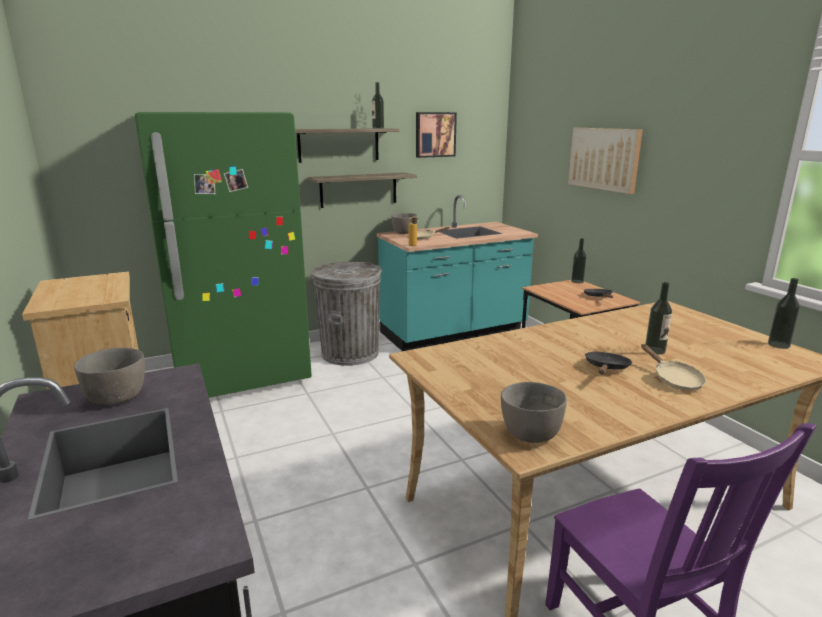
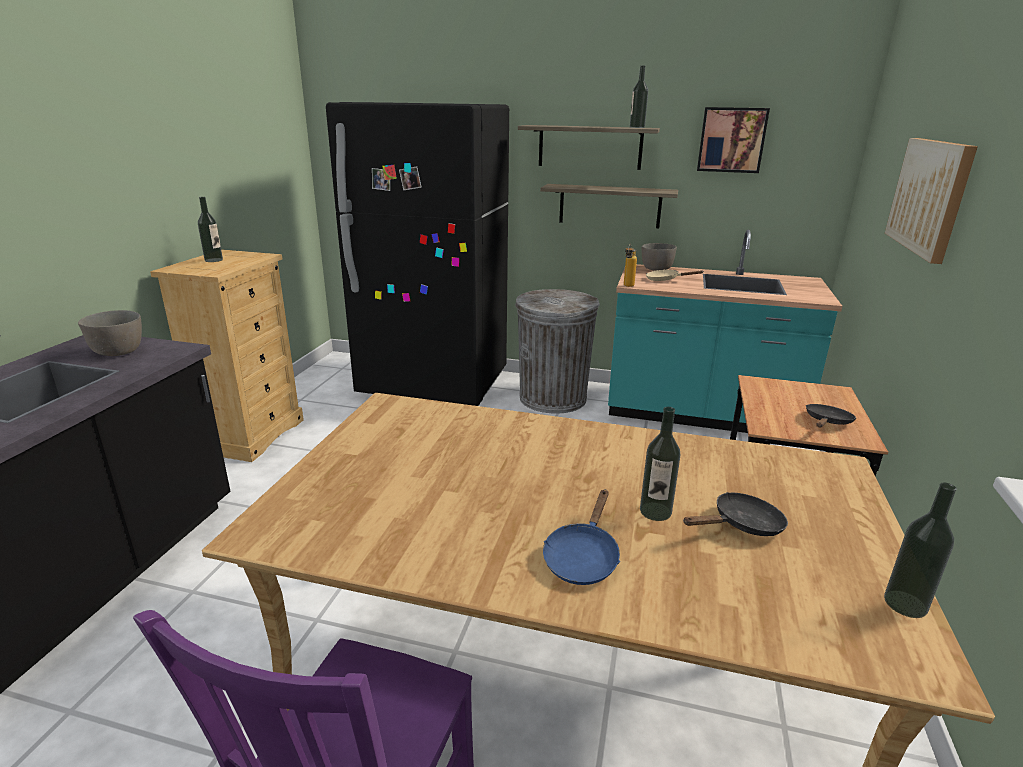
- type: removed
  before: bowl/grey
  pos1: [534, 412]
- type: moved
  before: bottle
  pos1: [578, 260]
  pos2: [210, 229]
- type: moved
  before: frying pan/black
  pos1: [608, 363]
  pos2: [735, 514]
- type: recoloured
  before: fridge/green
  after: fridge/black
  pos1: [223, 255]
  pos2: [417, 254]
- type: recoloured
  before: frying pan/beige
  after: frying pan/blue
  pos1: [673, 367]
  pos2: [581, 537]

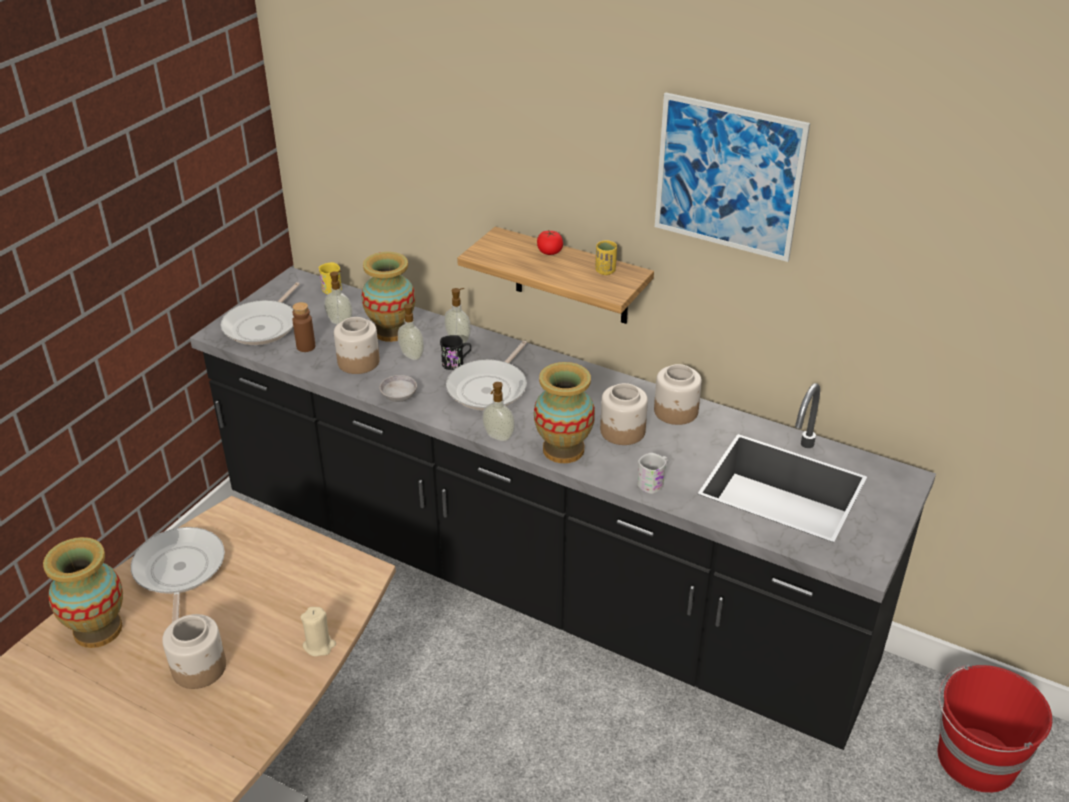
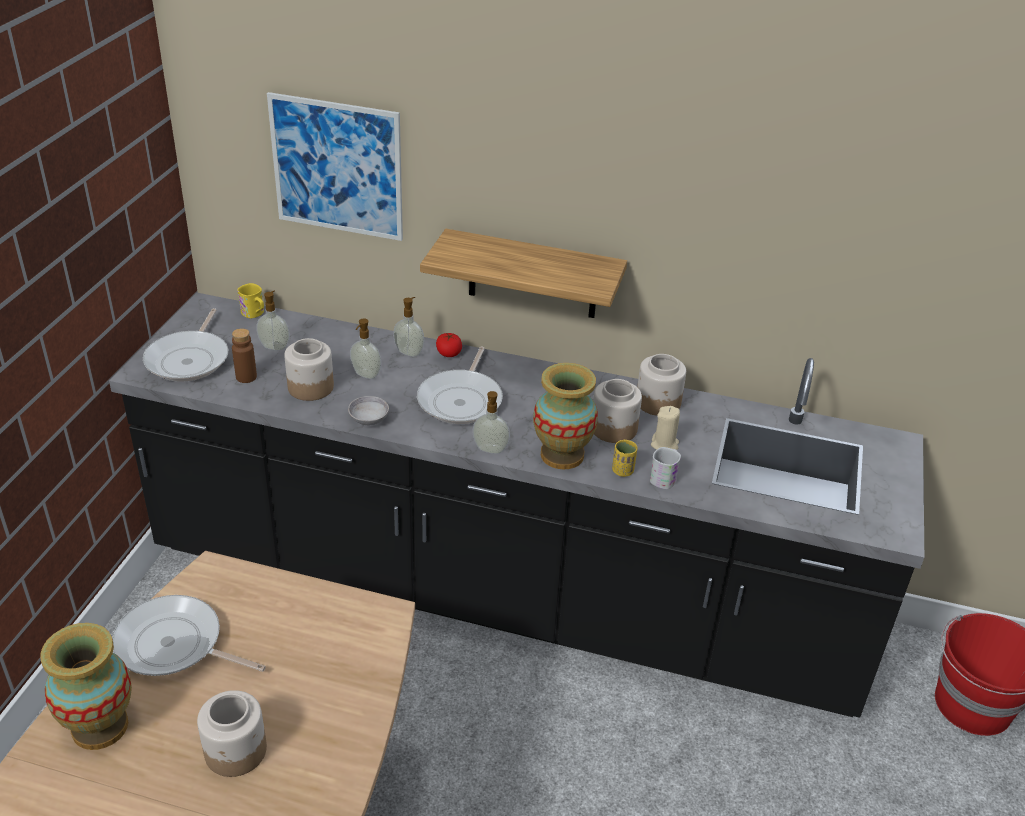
- type: removed
  before: vase
  pos1: [388, 297]
- type: removed
  before: mug/black
  pos1: [455, 352]
- type: moved
  before: candle/beige
  pos1: [318, 631]
  pos2: [665, 428]
- type: moved
  before: tomato
  pos1: [550, 242]
  pos2: [449, 345]
- type: moved
  before: cup/yellow
  pos1: [606, 257]
  pos2: [624, 458]
- type: moved
  before: picture
  pos1: [732, 177]
  pos2: [335, 166]
- type: turned
  before: frying pan
  pos1: [178, 574]
  pos2: [189, 635]
  turn: -45

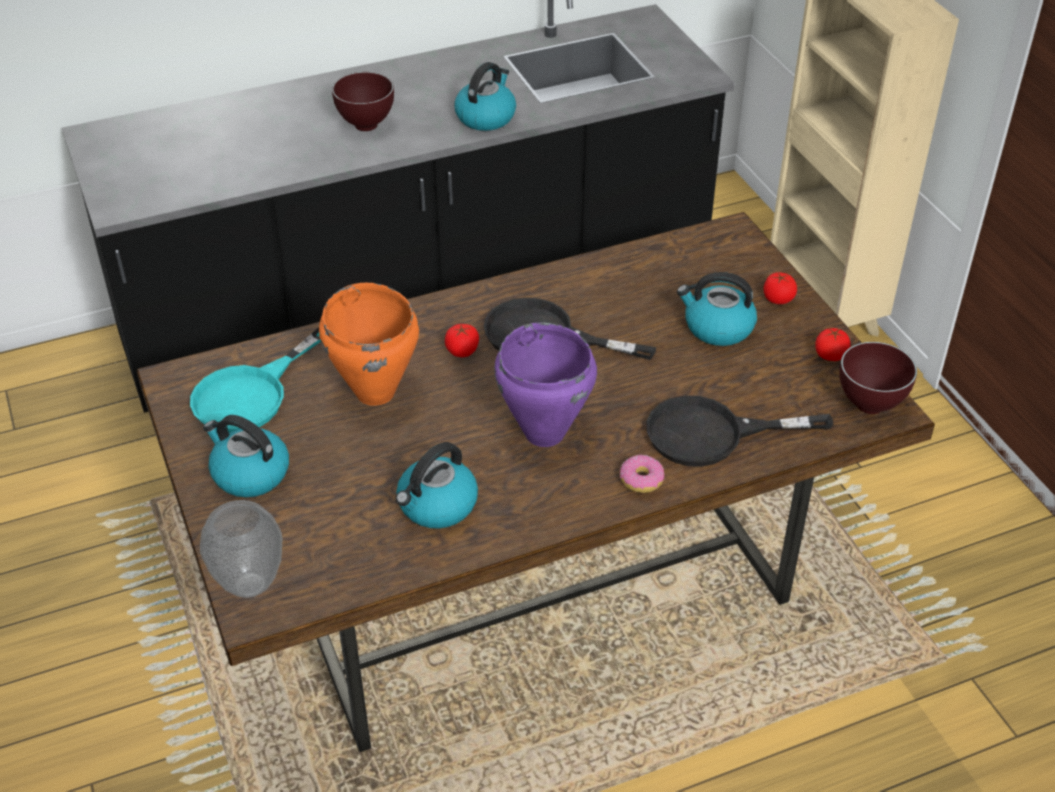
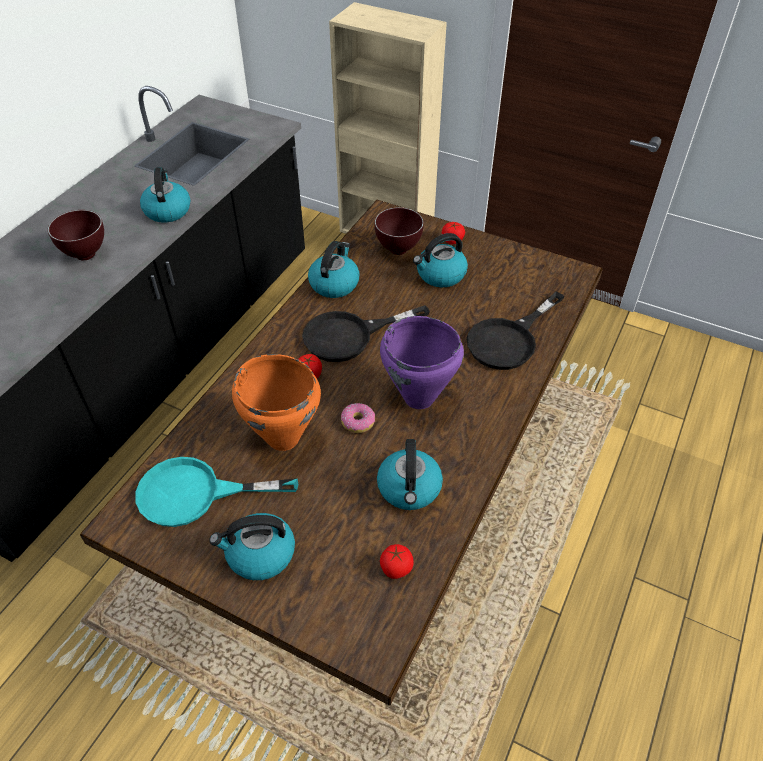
- type: removed
  before: vase
  pos1: [241, 549]
- type: added
  after: kettle
  pos2: [334, 269]
- type: moved
  before: donut
  pos1: [642, 474]
  pos2: [358, 418]
- type: moved
  before: tomato
  pos1: [833, 344]
  pos2: [396, 561]
- type: moved
  before: bowl/brown
  pos1: [878, 378]
  pos2: [399, 231]
- type: turned
  before: frying pan/turquoise
  pos1: [255, 380]
  pos2: [216, 492]
  turn: 90

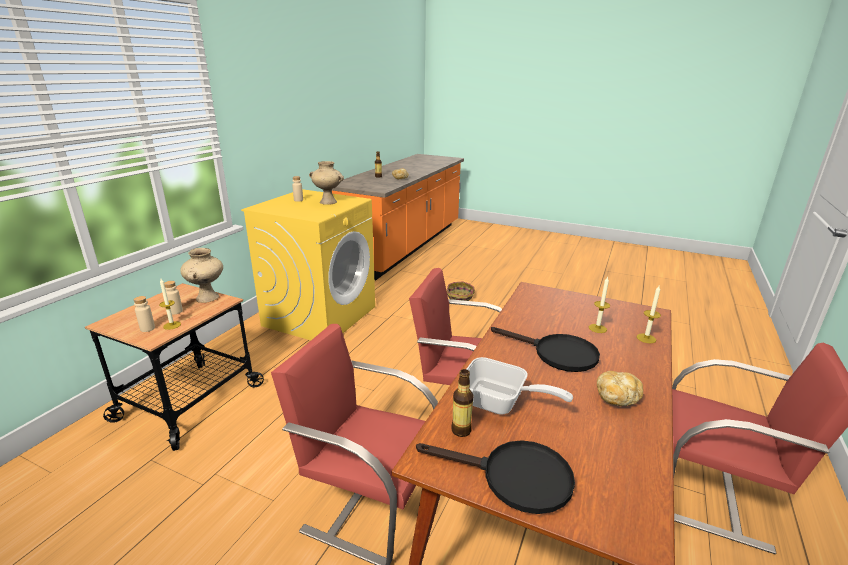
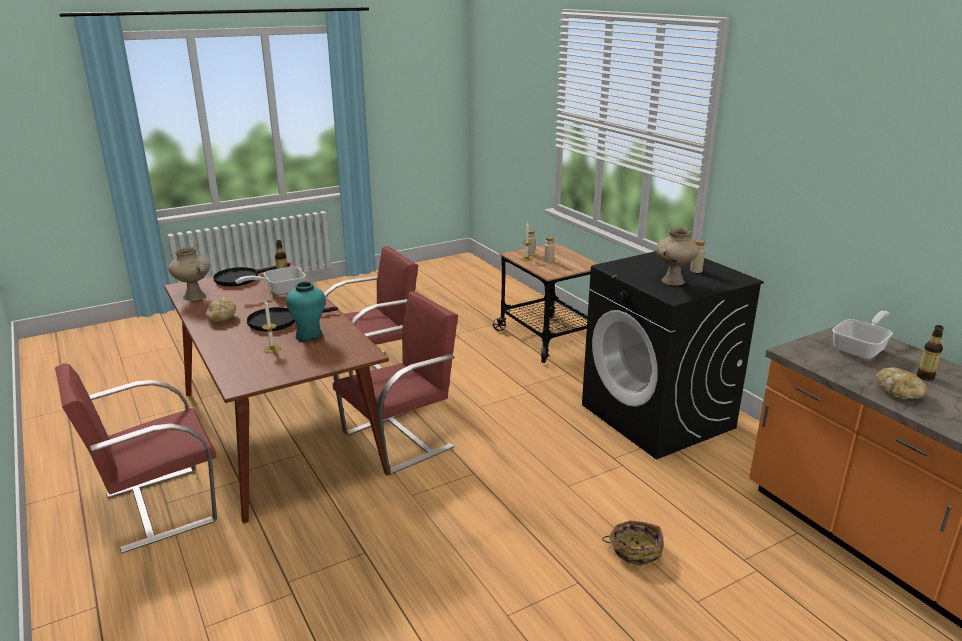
- type: removed
  before: candle
  pos1: [649, 314]
- type: added
  after: vase/turquoise
  pos2: [306, 311]
- type: added
  after: frying pan
  pos2: [862, 335]
- type: moved
  before: vase/beige
  pos1: [201, 275]
  pos2: [189, 274]
- type: recoloured
  before: washing machine/yellow
  after: washing machine/black
  pos1: [308, 264]
  pos2: [673, 355]

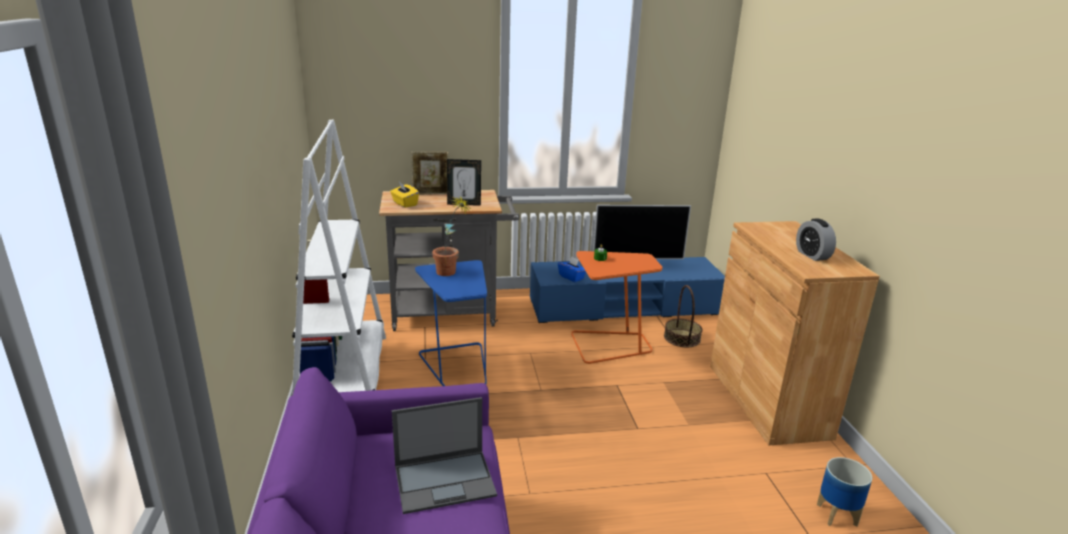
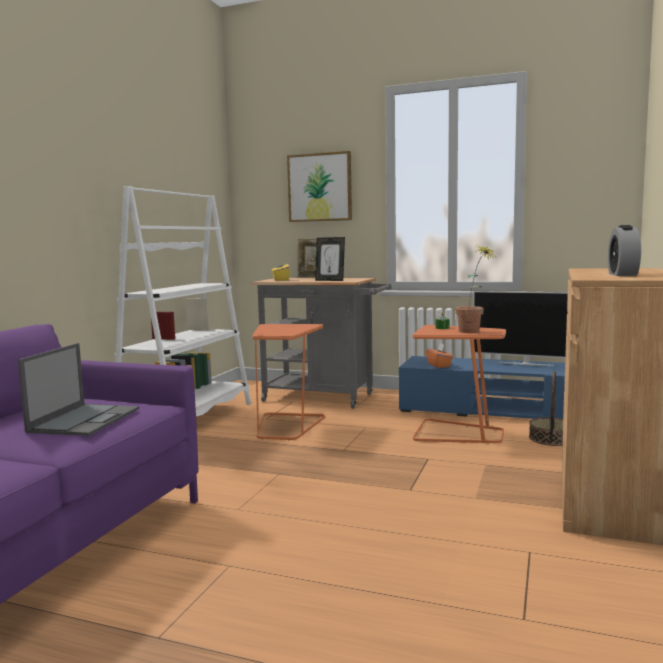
- type: removed
  before: planter
  pos1: [844, 492]
- type: added
  after: picture
  pos2: [319, 186]
- type: moved
  before: potted plant
  pos1: [452, 236]
  pos2: [476, 288]
- type: recoloured
  before: side table/blue
  after: side table/orange
  pos1: [451, 323]
  pos2: [288, 382]
- type: recoloured
  before: tissue box/blue
  after: tissue box/orange
  pos1: [572, 269]
  pos2: [439, 355]
- type: turned
  before: laptop
  pos1: [444, 455]
  pos2: [78, 389]
  turn: -90

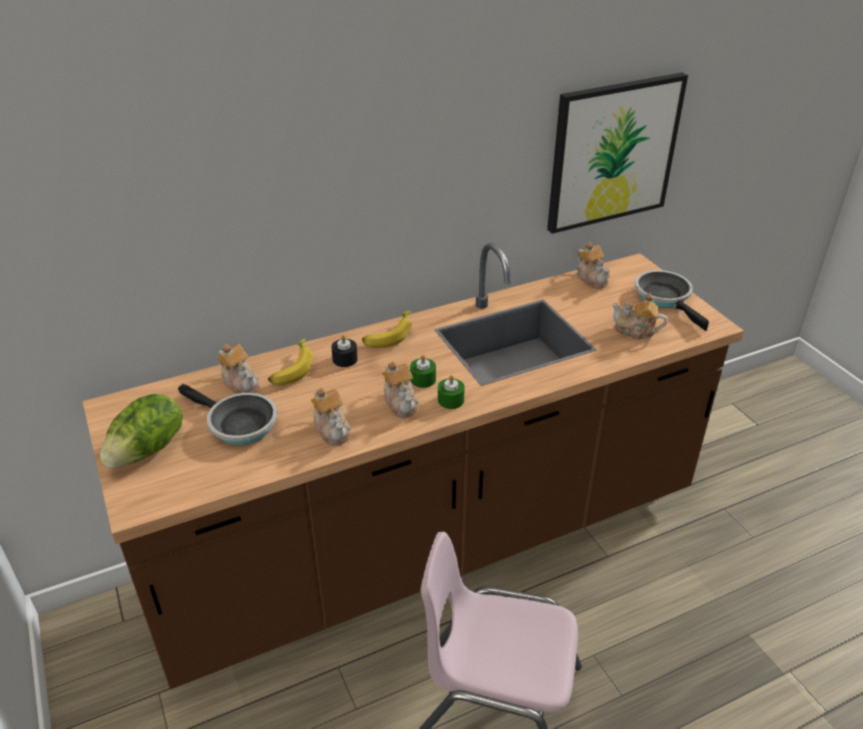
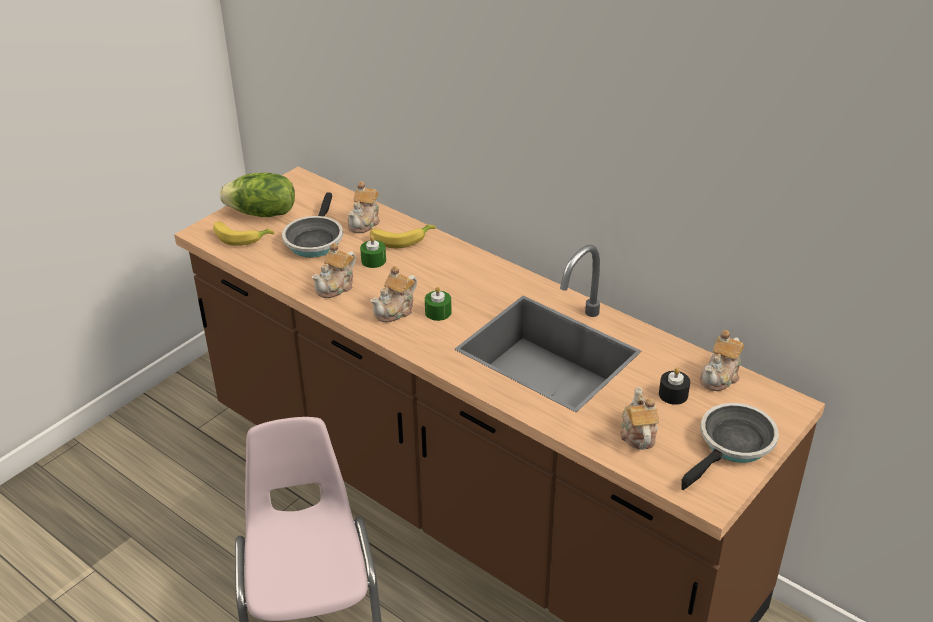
- type: removed
  before: picture
  pos1: [617, 153]
- type: moved
  before: candle/black
  pos1: [344, 351]
  pos2: [674, 386]
- type: moved
  before: banana
  pos1: [386, 329]
  pos2: [243, 234]
- type: moved
  before: candle/green
  pos1: [451, 392]
  pos2: [373, 252]

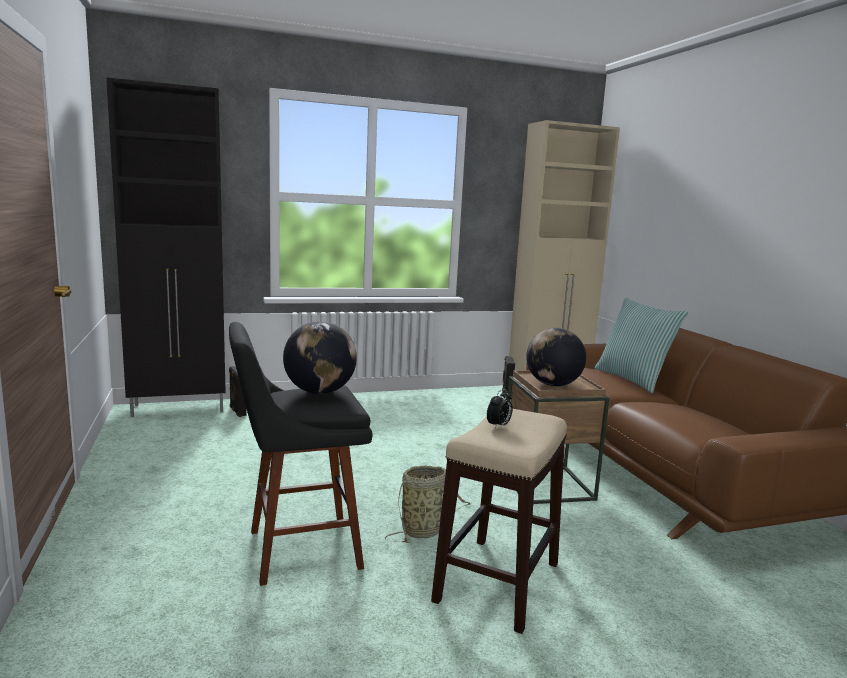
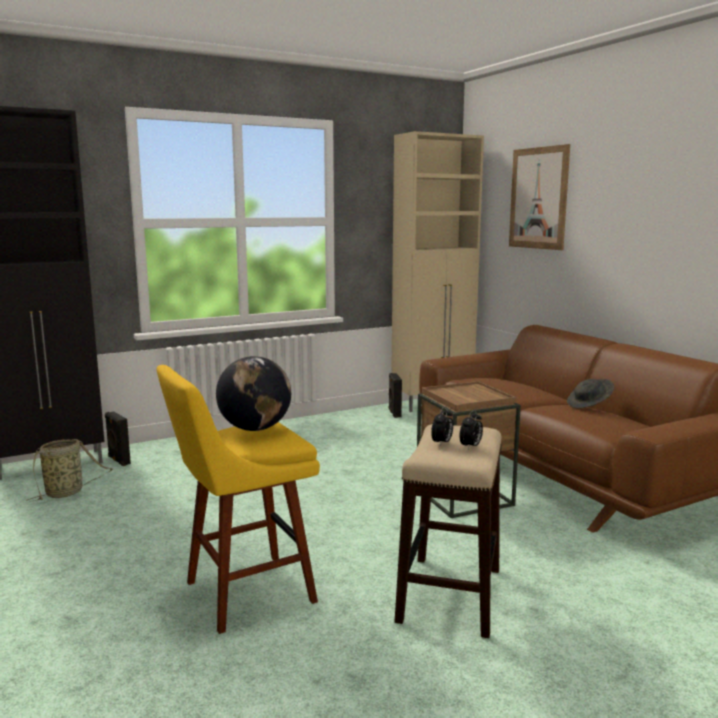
- type: removed
  before: globe
  pos1: [556, 357]
- type: removed
  before: pillow
  pos1: [641, 345]
- type: added
  after: alarm clock
  pos2: [471, 430]
- type: added
  after: picture
  pos2: [539, 197]
- type: added
  after: hat/grey
  pos2: [590, 394]
- type: moved
  before: basket
  pos1: [428, 504]
  pos2: [69, 470]
- type: recoloured
  before: stool/black
  after: stool/yellow
  pos1: [301, 454]
  pos2: [238, 499]

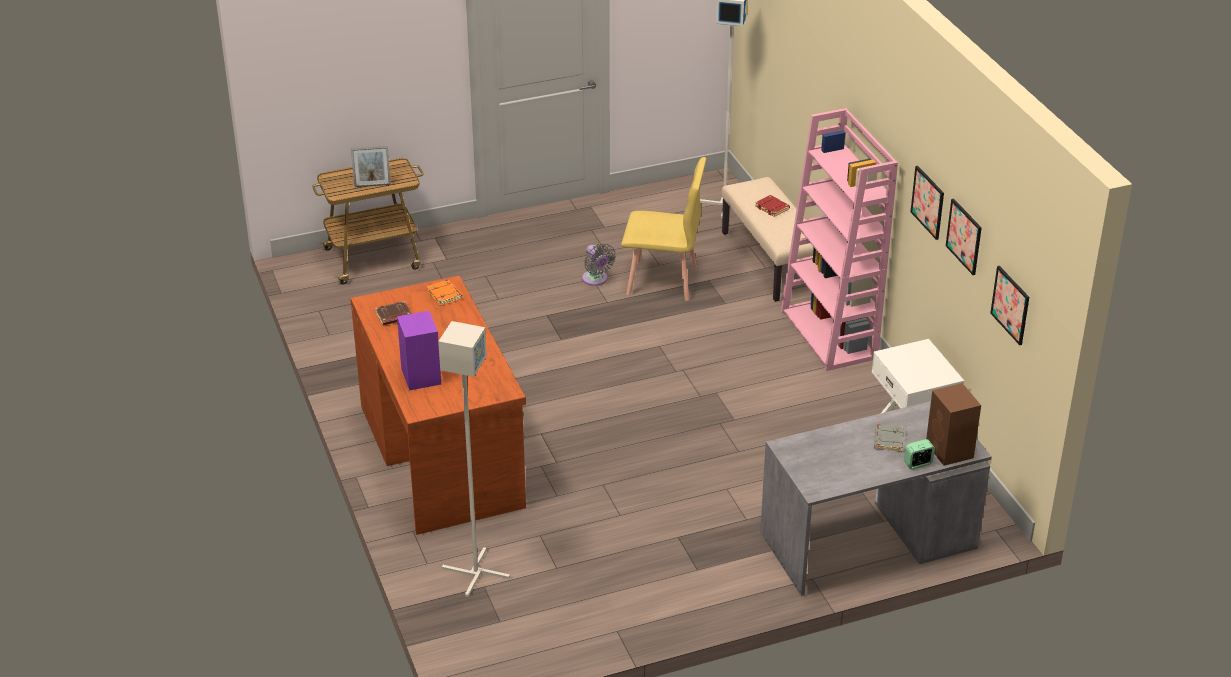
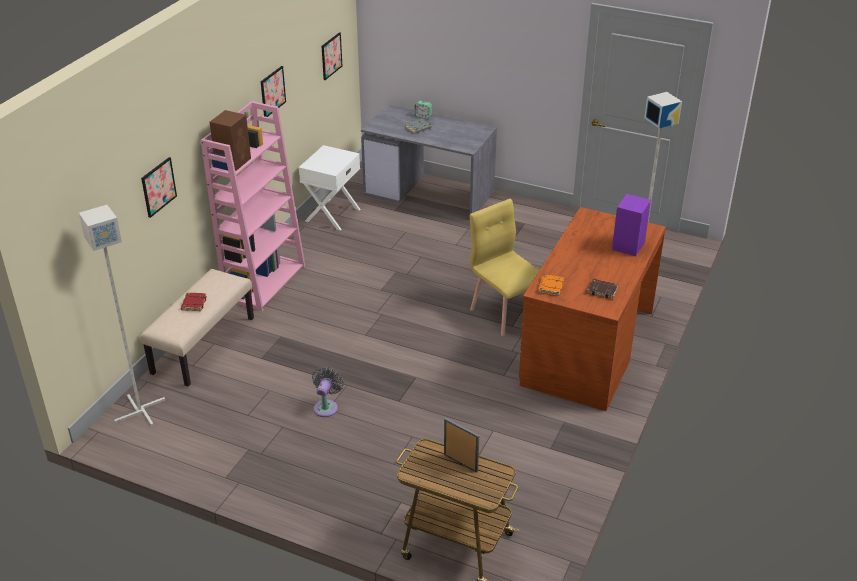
- type: moved
  before: chair/yellow
  pos1: [663, 229]
  pos2: [504, 267]
- type: moved
  before: speaker/brown
  pos1: [953, 424]
  pos2: [230, 140]
- type: moved
  before: picture
  pos1: [964, 237]
  pos2: [159, 187]

